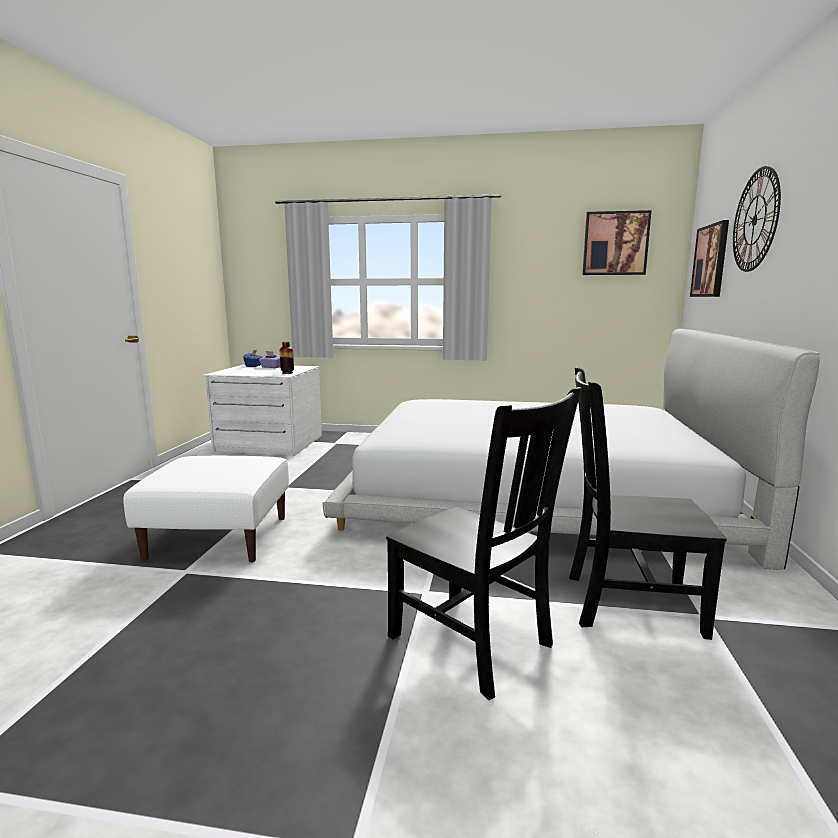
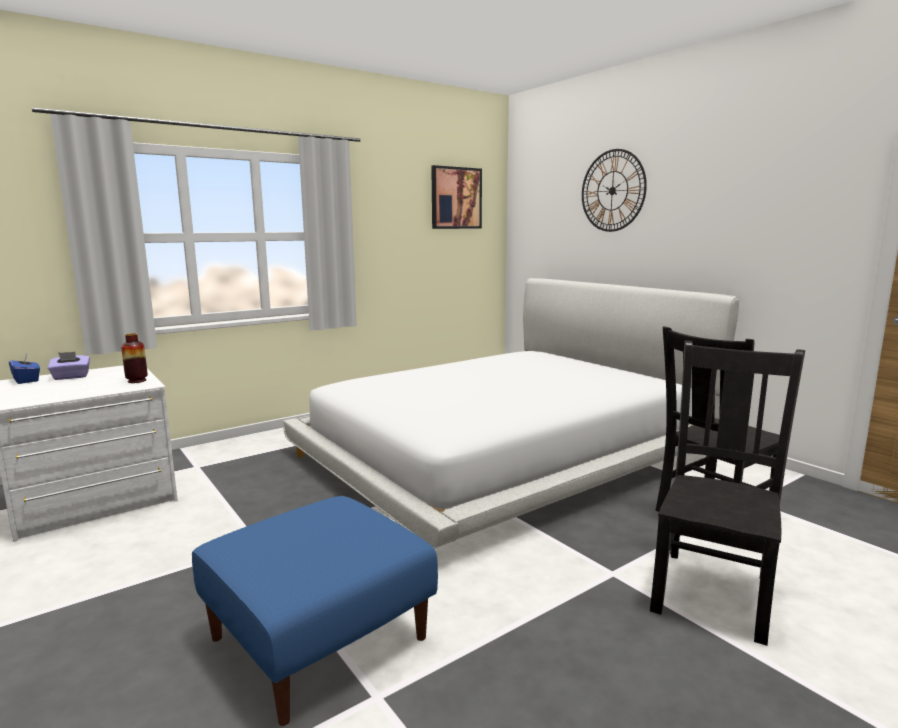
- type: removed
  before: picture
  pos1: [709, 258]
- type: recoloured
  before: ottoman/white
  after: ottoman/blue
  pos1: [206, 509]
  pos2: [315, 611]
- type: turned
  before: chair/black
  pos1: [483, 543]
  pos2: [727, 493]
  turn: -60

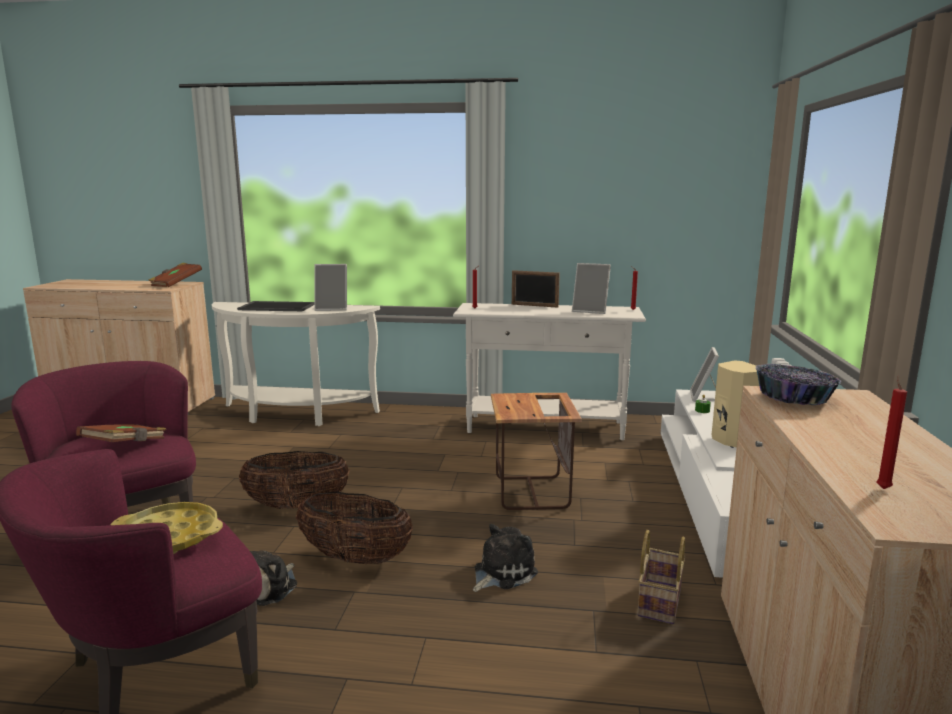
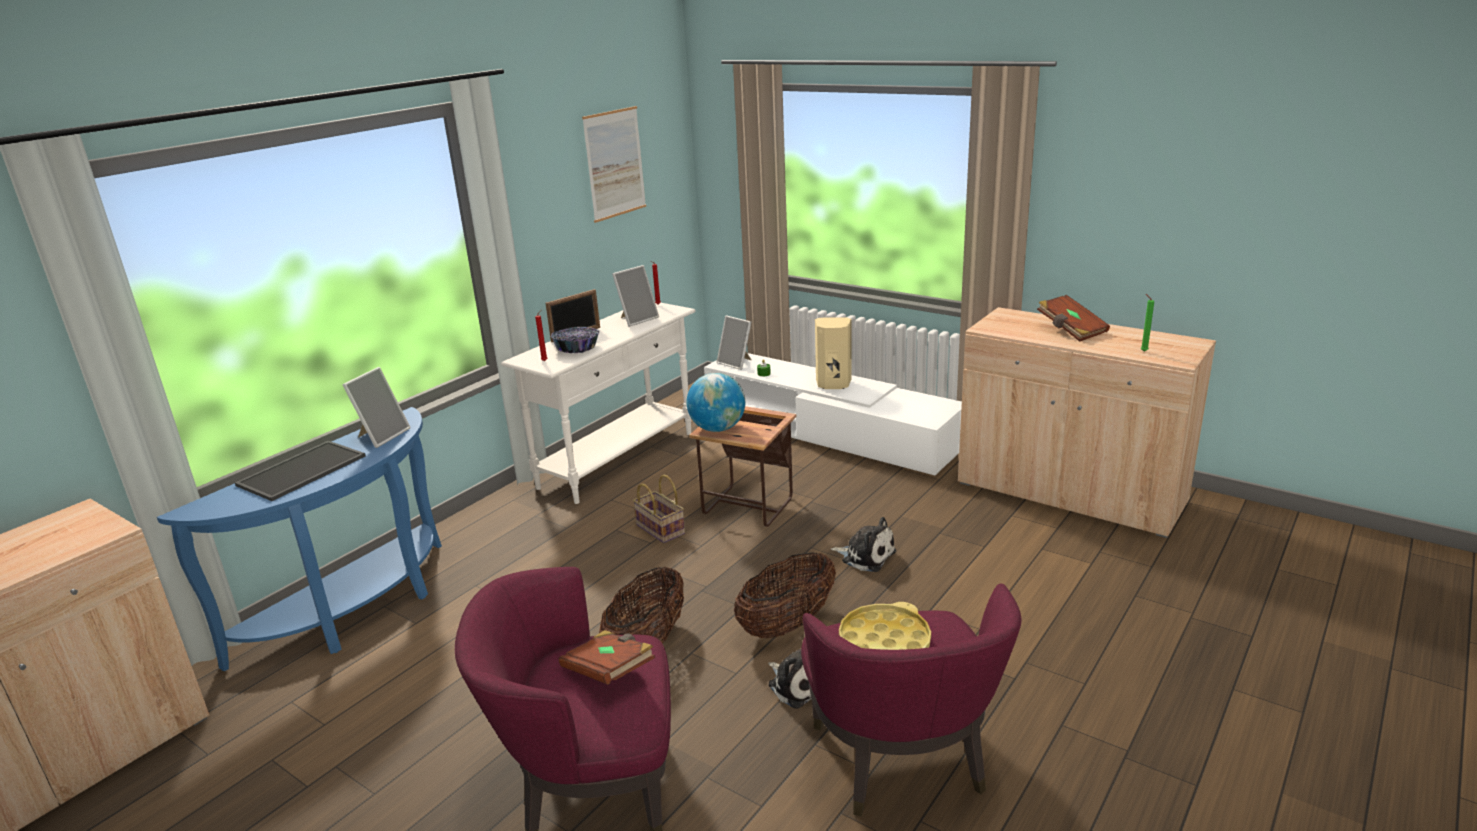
- type: added
  after: picture
  pos2: [614, 164]
- type: added
  after: globe
  pos2: [716, 402]
- type: moved
  before: book/brown
  pos1: [175, 275]
  pos2: [1073, 318]
- type: moved
  before: basket
  pos1: [661, 577]
  pos2: [659, 509]
- type: moved
  before: bowl
  pos1: [798, 384]
  pos2: [575, 340]
- type: recoloured
  before: console table/white
  after: console table/blue
  pos1: [296, 364]
  pos2: [299, 539]
- type: recoloured
  before: candle/red
  after: candle/green
  pos1: [892, 432]
  pos2: [1147, 323]
- type: turned
  before: plush toy
  pos1: [505, 558]
  pos2: [863, 544]
  turn: 135

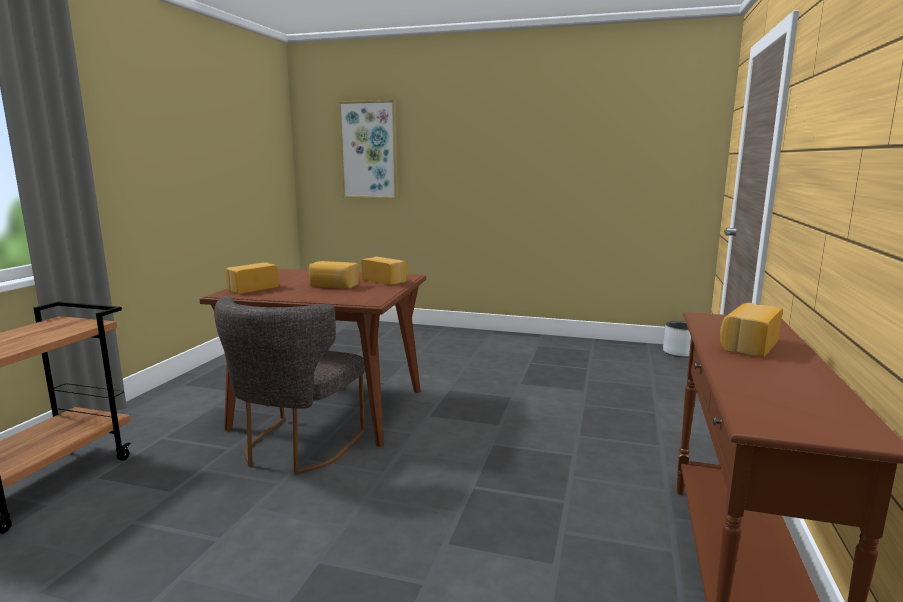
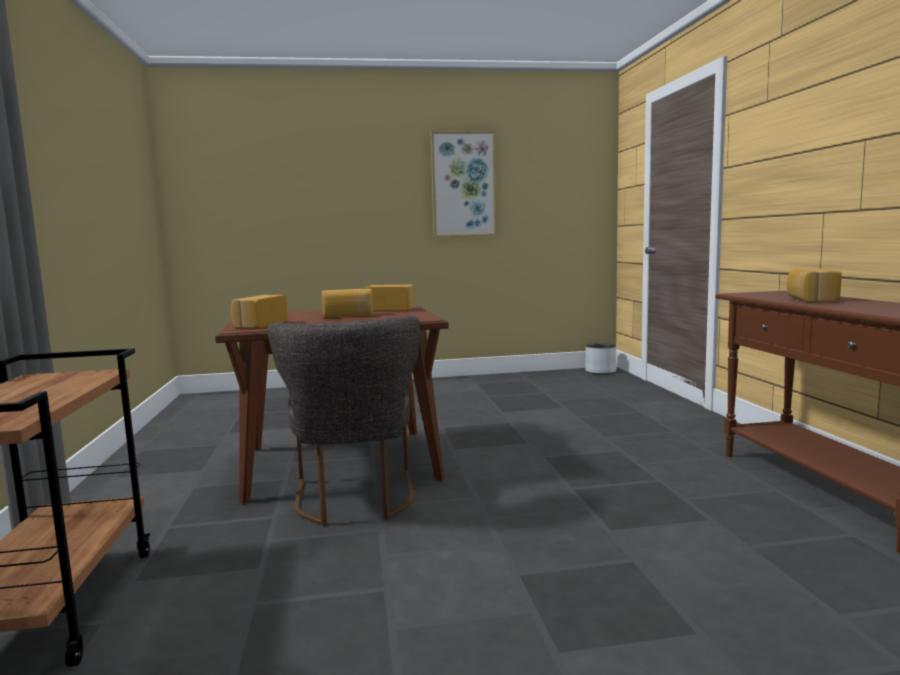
- type: moved
  before: picture
  pos1: [368, 149]
  pos2: [464, 184]

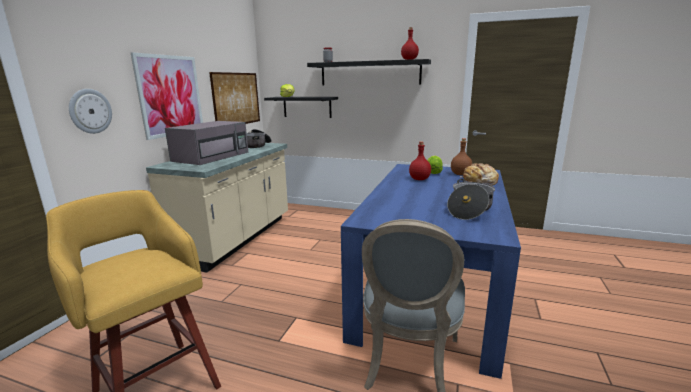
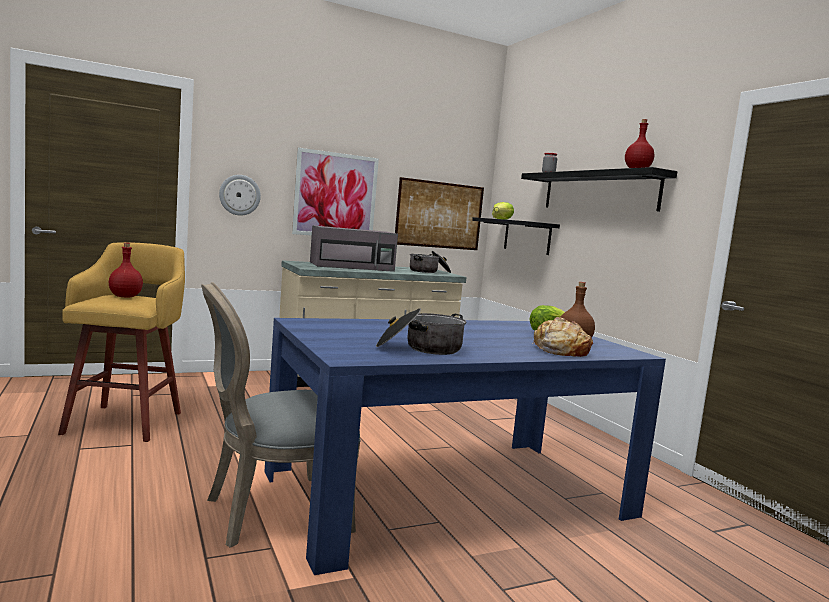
- type: moved
  before: bottle/red
  pos1: [420, 161]
  pos2: [126, 270]

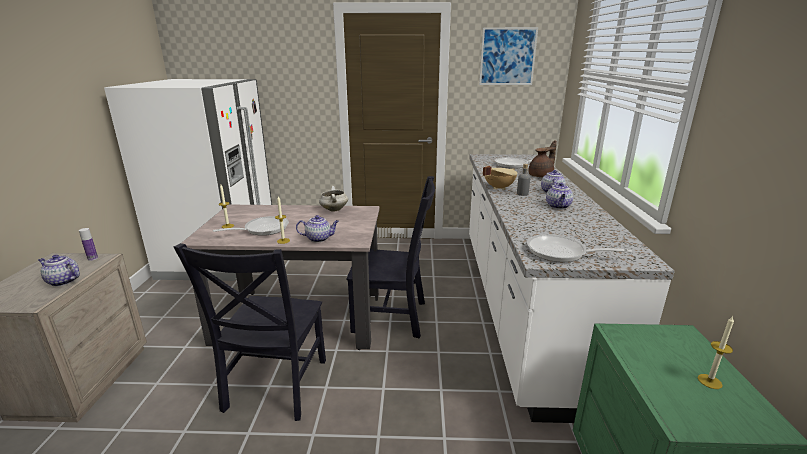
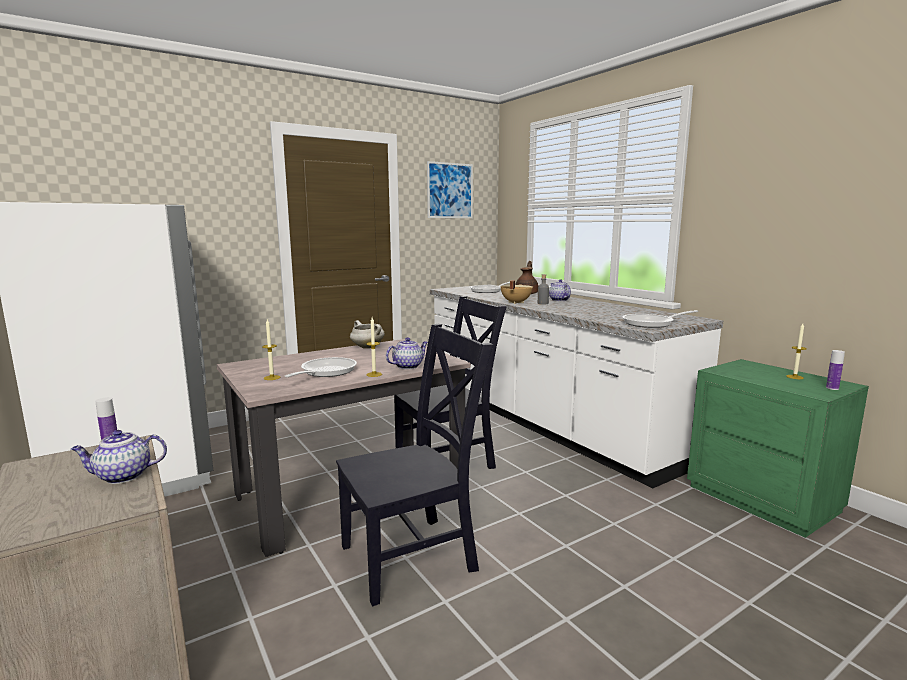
- type: removed
  before: teapot
  pos1: [559, 195]
- type: added
  after: bottle
  pos2: [835, 370]
- type: turned
  before: chair/black
  pos1: [250, 332]
  pos2: [414, 465]
  turn: -90

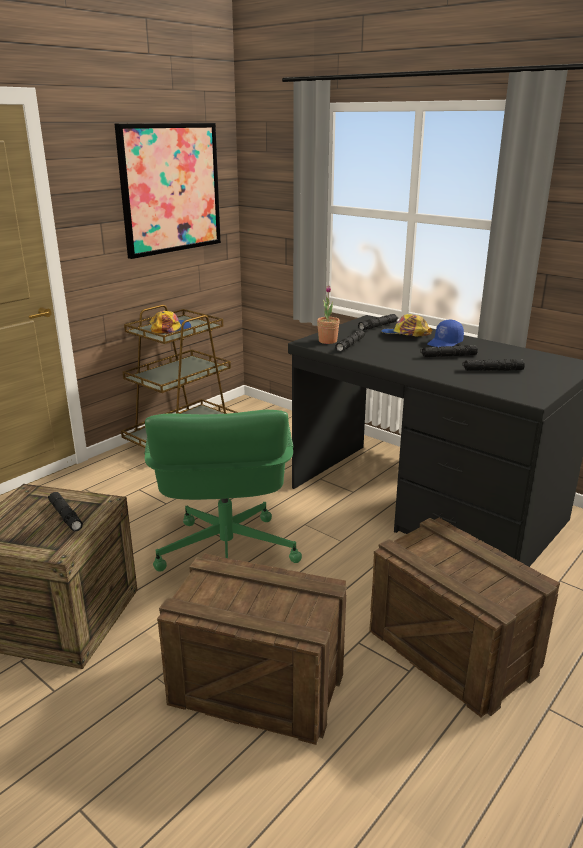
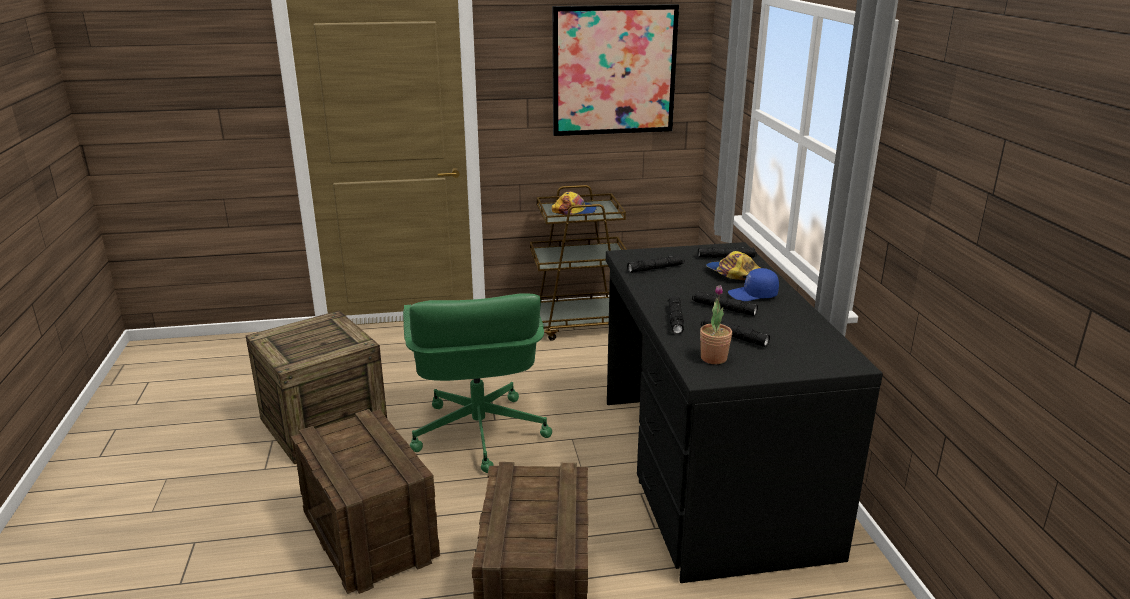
- type: moved
  before: flashlight/black
  pos1: [65, 511]
  pos2: [676, 315]
- type: moved
  before: potted plant
  pos1: [328, 314]
  pos2: [716, 324]
- type: turned
  before: office chair/green
  pos1: [223, 490]
  pos2: [477, 383]
  turn: -45

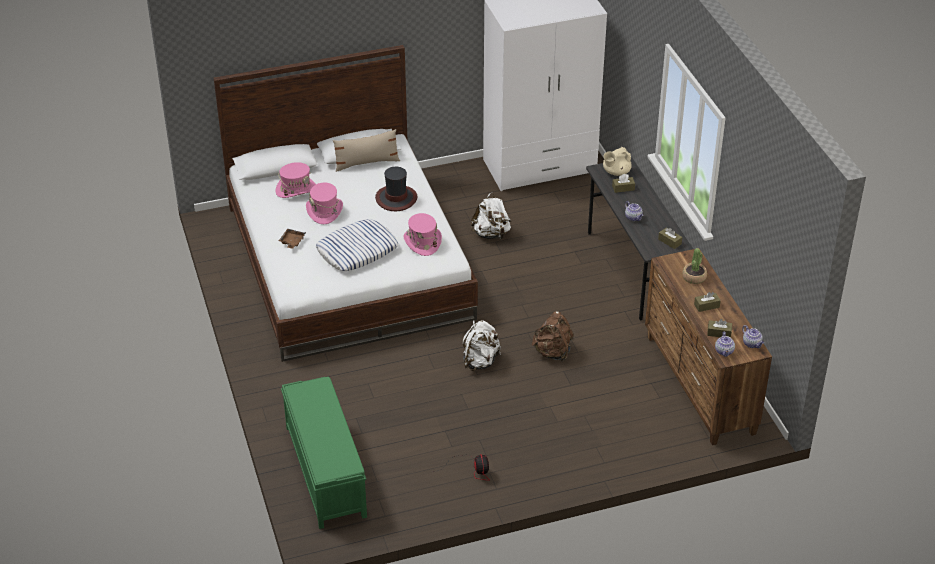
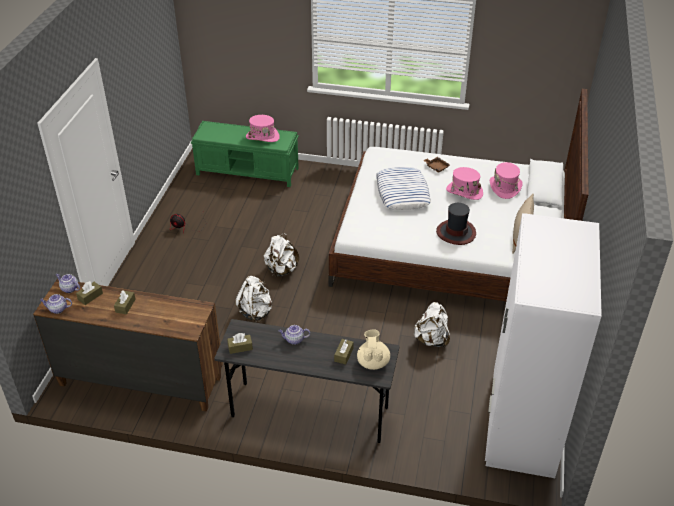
- type: removed
  before: potted plant
  pos1: [694, 266]
- type: moved
  before: hat/pink
  pos1: [422, 234]
  pos2: [263, 128]
- type: recoloured
  before: backpack/brown
  after: backpack/white
  pos1: [553, 336]
  pos2: [253, 299]

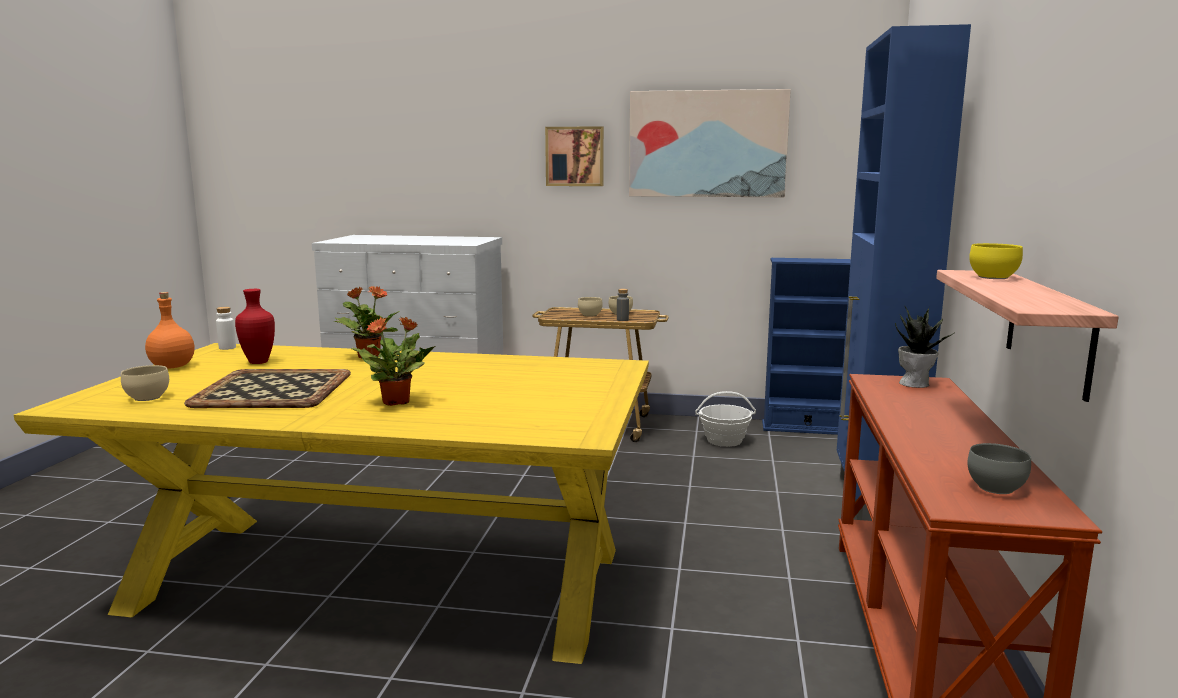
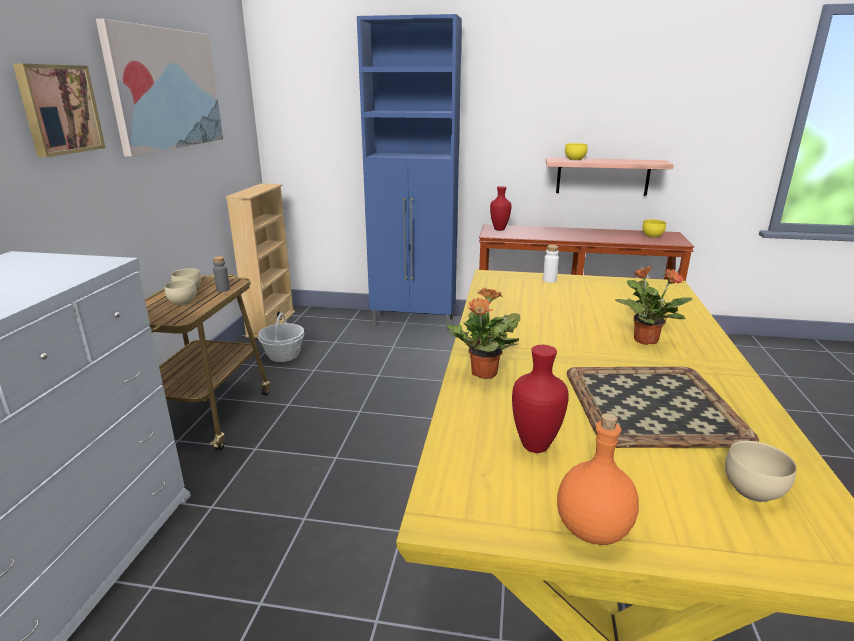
- type: moved
  before: bottle/white
  pos1: [226, 328]
  pos2: [551, 264]
- type: replaced
  before: potted plant
  after: vase/red
  pos1: [924, 347]
  pos2: [500, 208]
- type: recoloured
  before: bookcase/blue
  after: bookcase/beige
  pos1: [806, 346]
  pos2: [260, 260]
- type: recoloured
  before: bowl/grey
  after: bowl/yellow
  pos1: [999, 468]
  pos2: [654, 228]

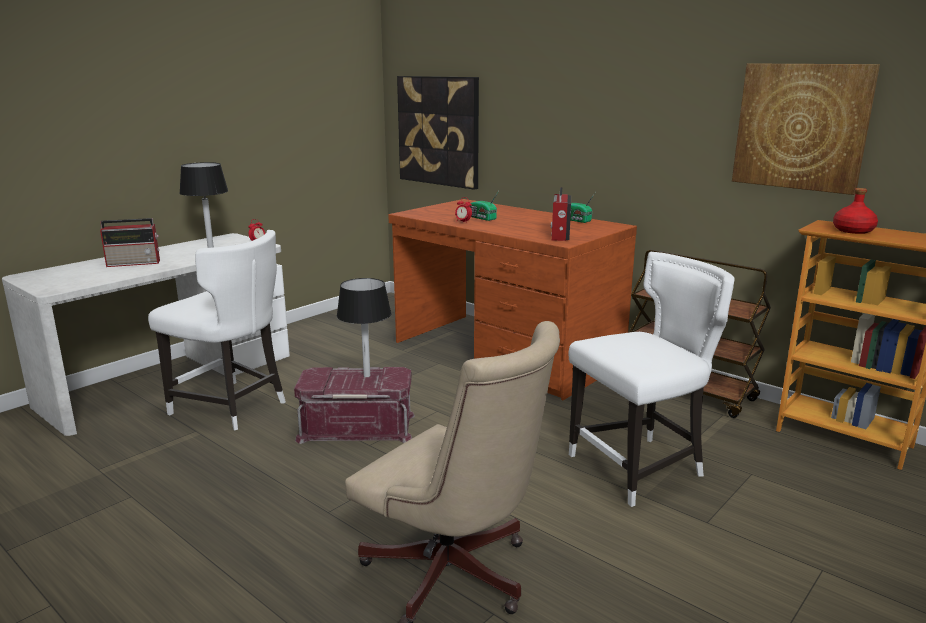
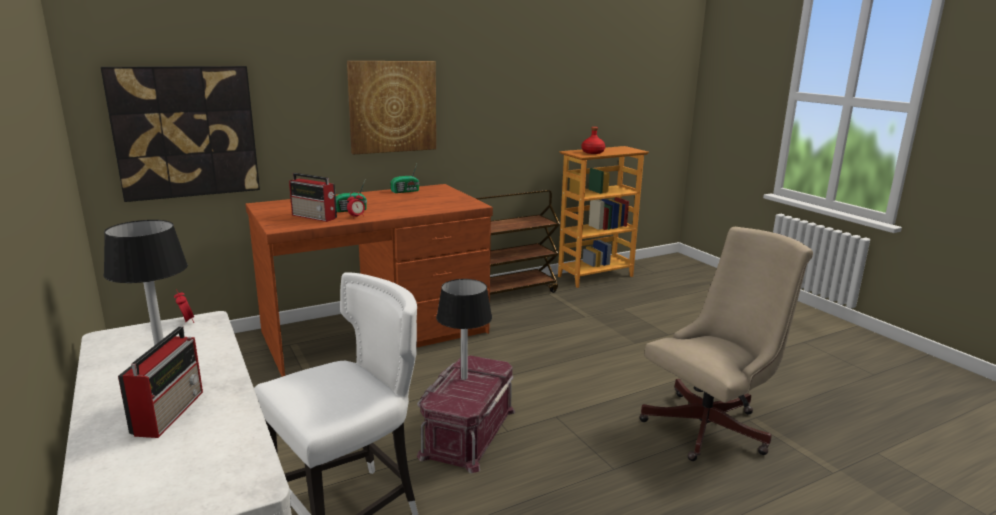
- type: removed
  before: chair/white
  pos1: [651, 379]
- type: moved
  before: radio
  pos1: [561, 214]
  pos2: [313, 197]
- type: moved
  before: picture
  pos1: [806, 129]
  pos2: [391, 108]

